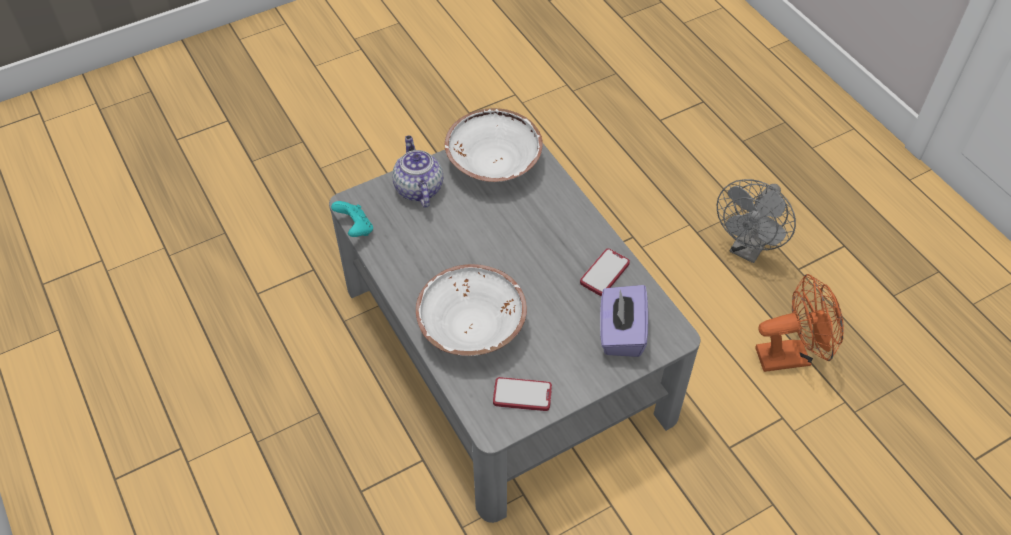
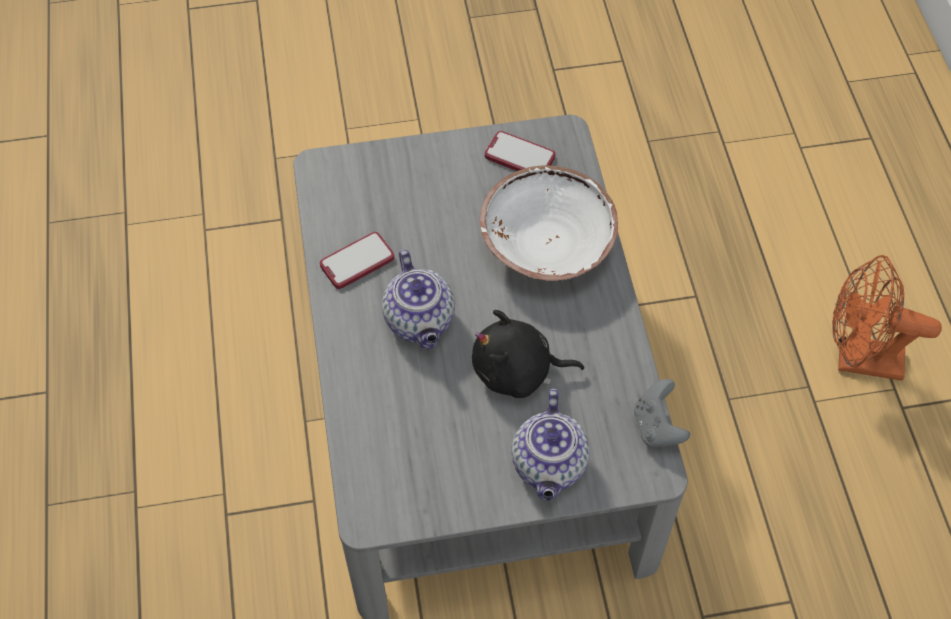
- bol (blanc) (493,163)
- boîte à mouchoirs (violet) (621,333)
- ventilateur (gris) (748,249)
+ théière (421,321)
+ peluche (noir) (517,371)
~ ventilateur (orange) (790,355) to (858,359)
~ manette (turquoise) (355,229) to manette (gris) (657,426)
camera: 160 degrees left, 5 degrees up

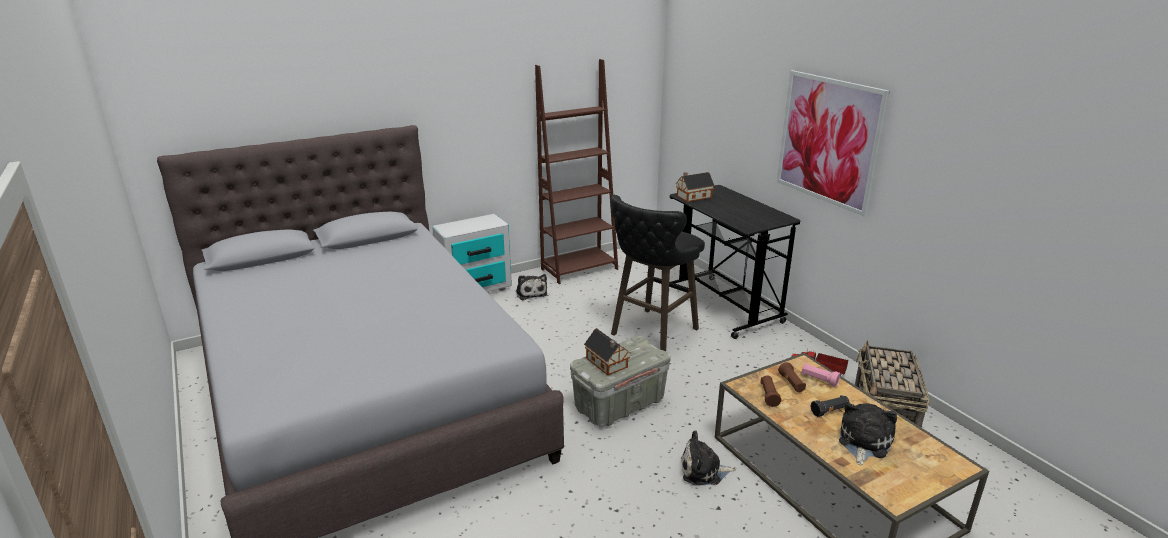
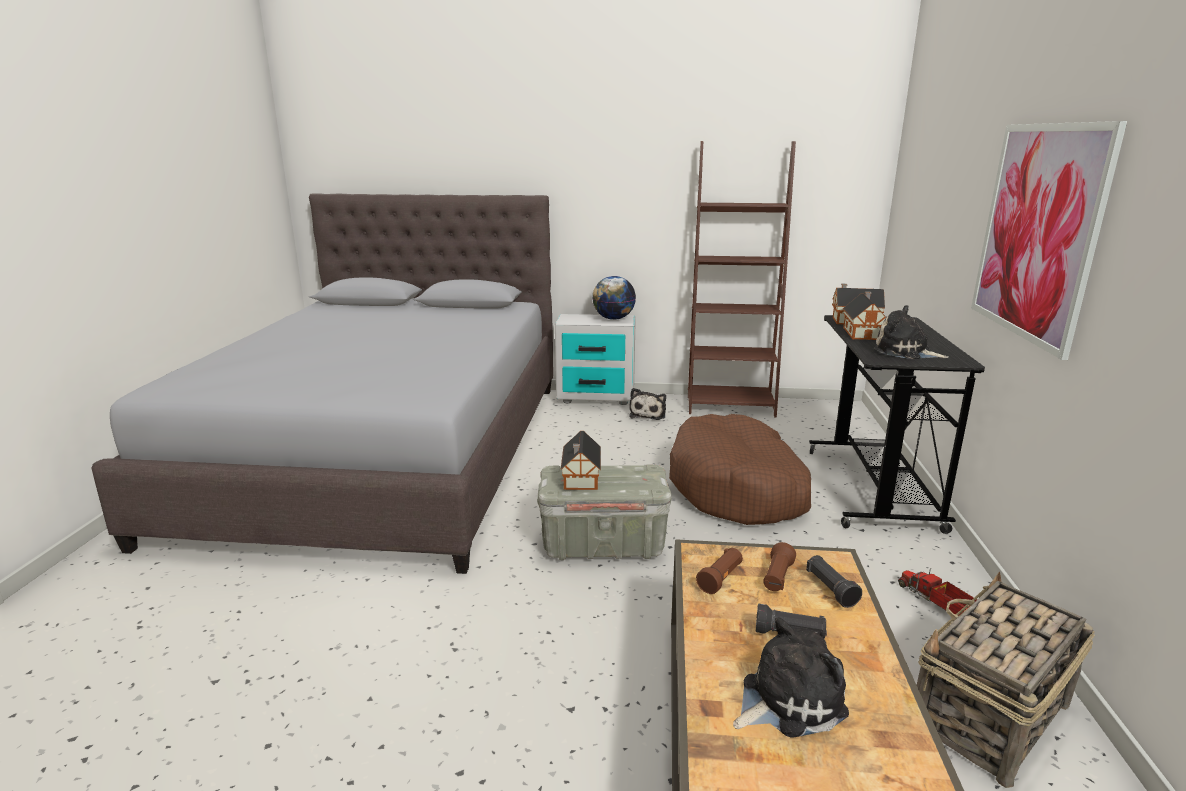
+ globe (613,319)
+ maison miniature (862,333)
~ peluche (703,471) to (905,352)
~ tabouret (noir) (652,333) to panier pour chien (marron) (737,488)
~ lampe de poche (rose) (819,380) to lampe de poche (noir) (830,589)
camera: 35 degrees right, 5 degrees down

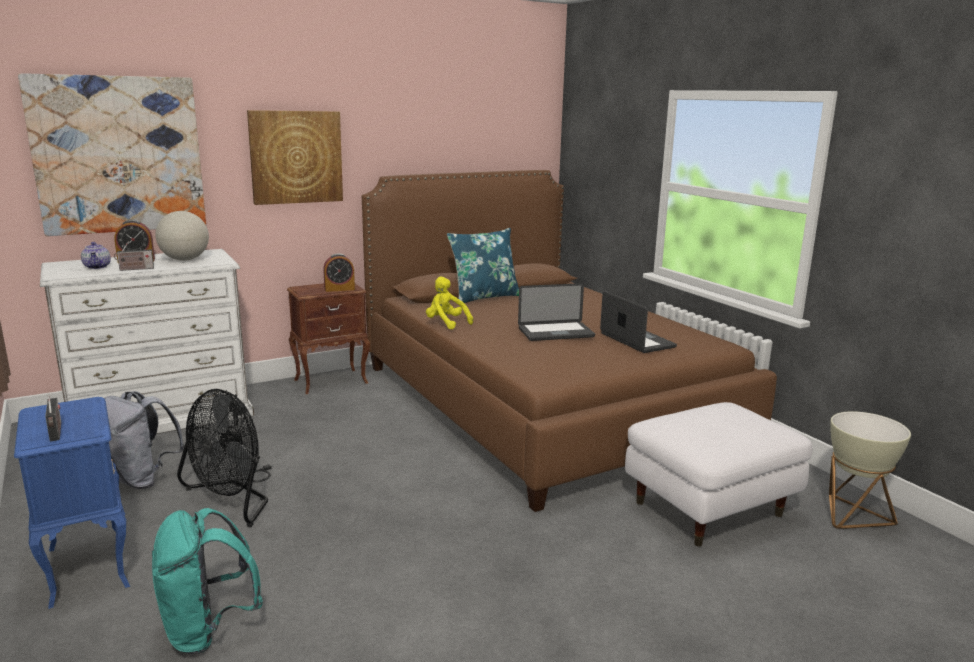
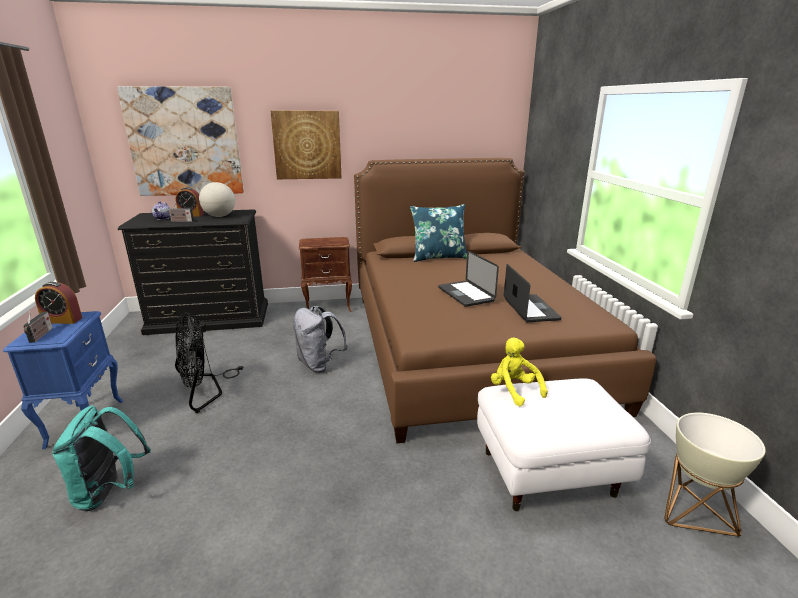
~ sac à dos (gris) (142,479) to (319,365)
~ réveil (339,289) to (62,320)
~ peluche (jaune) (446,323) to (514,390)
~ commode (blanc) (161,415) to commode (noir) (210,318)
~ ordinateur portable (556,333) = (465,294) 60 degrees clockwise
camera: 20 degrees right, 5 degrees up

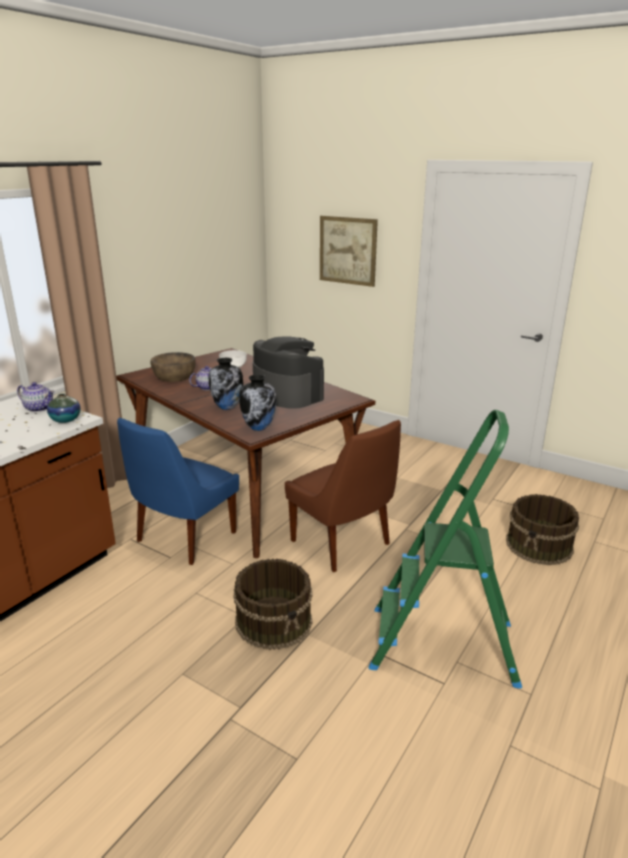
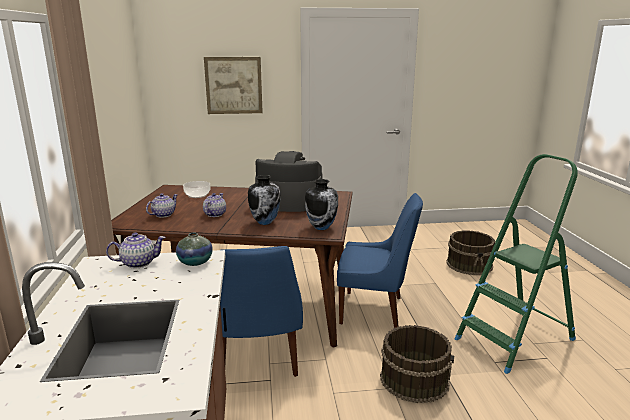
~ bol (marron) (174,376) to théière (163,215)
~ chaise (marron) (343,544) to chaise (bleu) (374,311)
camera: 40 degrees left, 5 degrees down

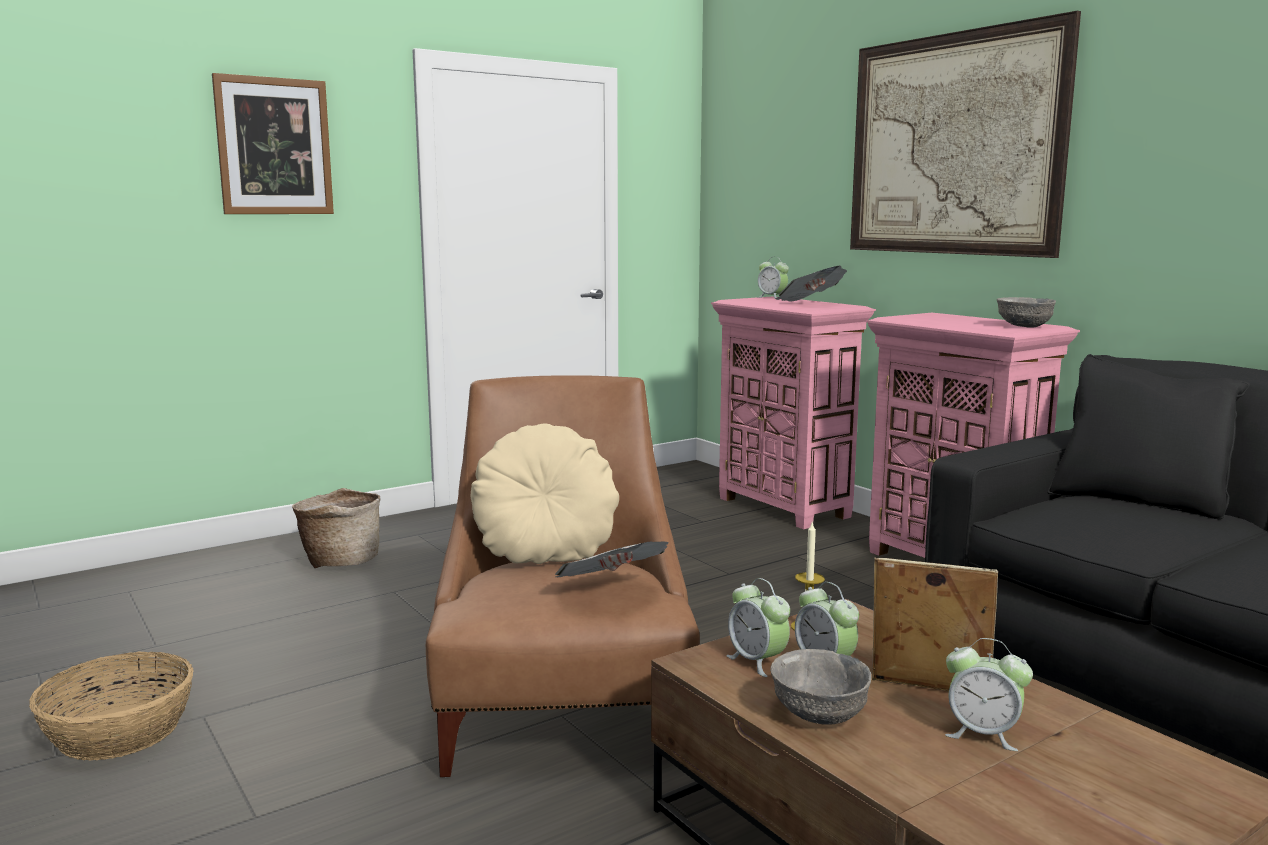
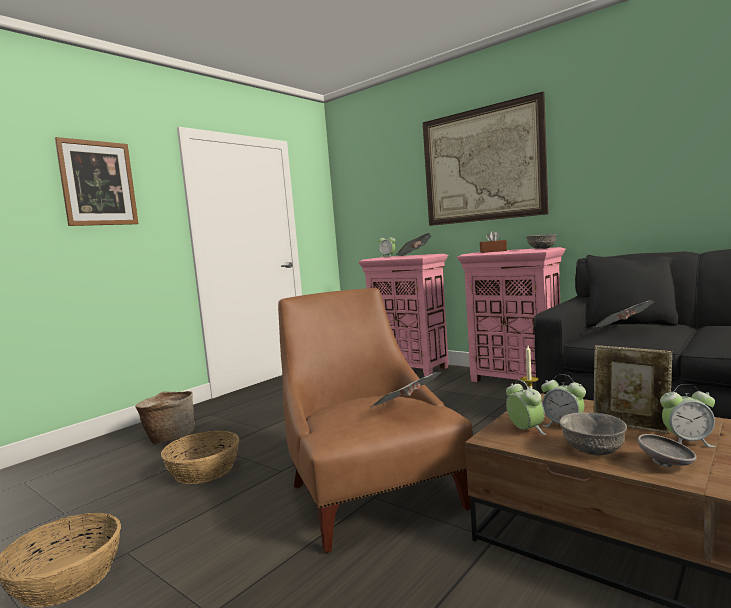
- coussin (beige) (546,557)
+ panier (204,470)
+ boîte à mouchoirs (marron) (493,251)
+ journal (622,330)
+ bol (gris) (667,465)
~ réveil (757,662) = (525,431) 150 degrees counterclockwise
~ cadre photo (928,690) = (631,427) 150 degrees counterclockwise
camera: 15 degrees left, 5 degrees down

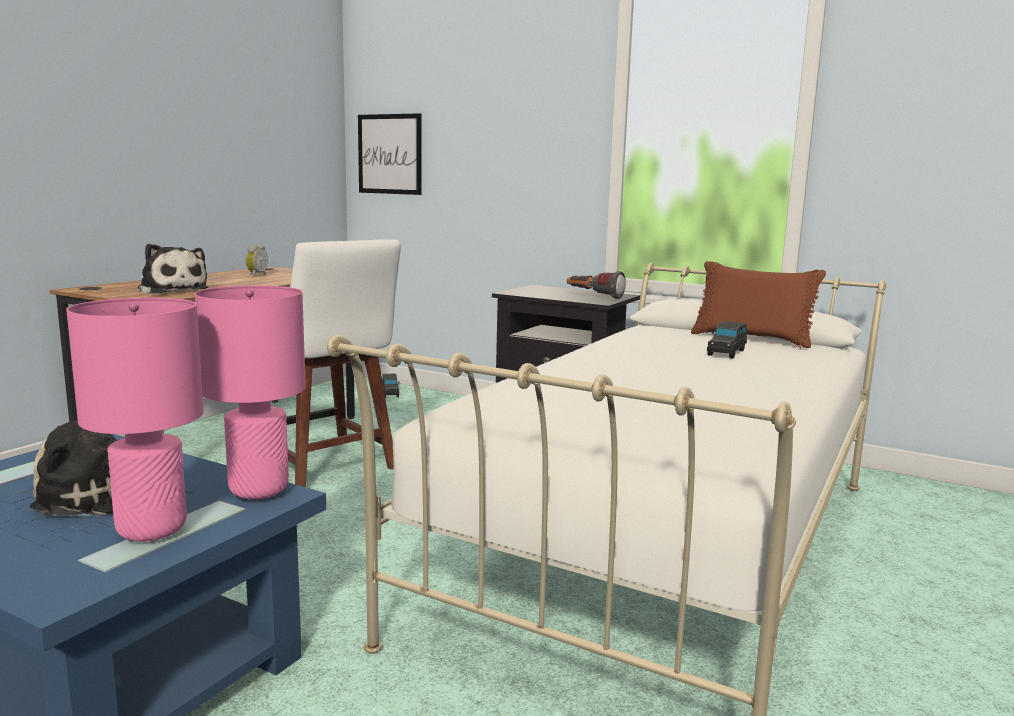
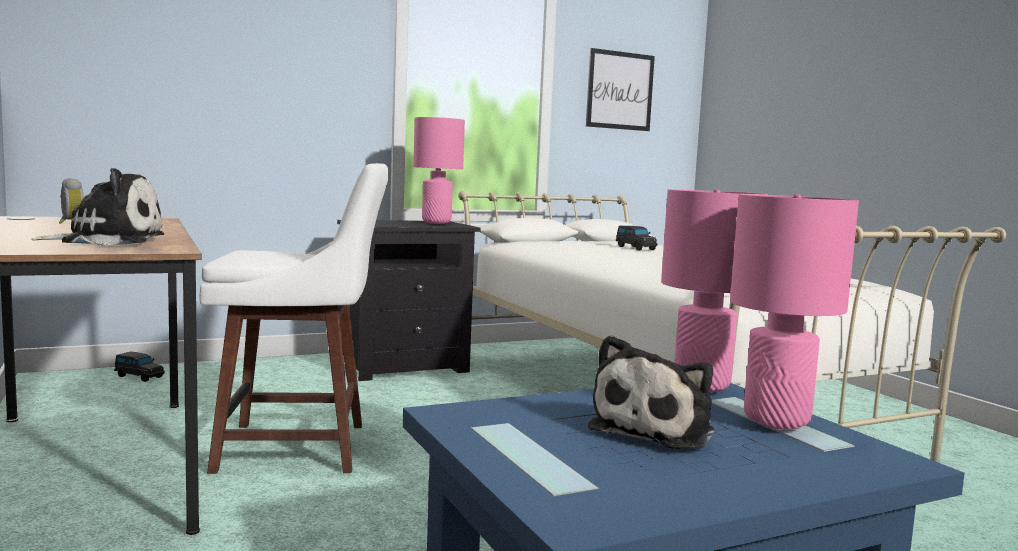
- coussin (marron) (751,339)
~ tableau (390,154) to (619,90)
~ lampe de poche (594,296) to lampe de table (rose) (436,223)
camera: 55 degrees left, 5 degrees down

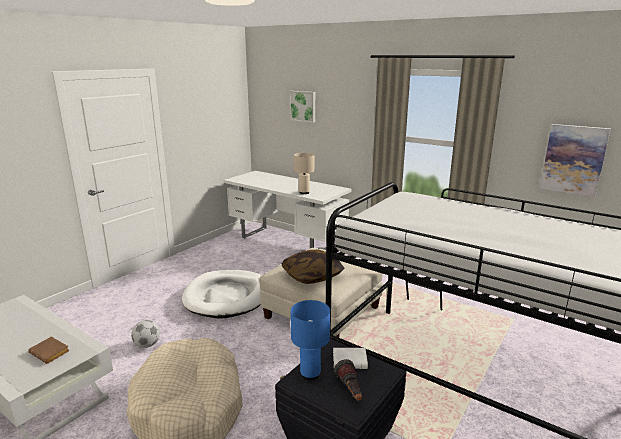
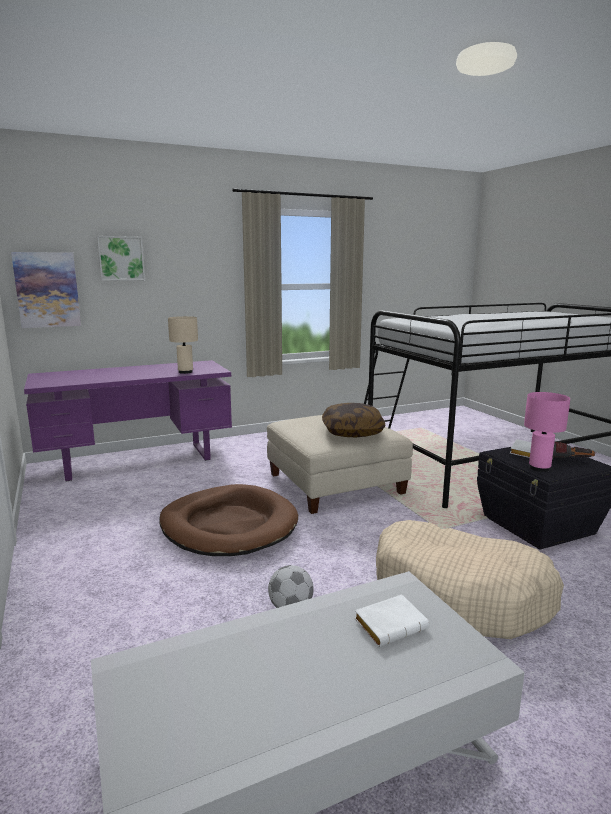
~ tableau (573,159) to (47,290)
~ livre (marron) (51,353) to livre (blanc) (391,624)
~ panier pour chien (blanc) (226,296) to panier pour chien (marron) (228,525)
~ bureau (blanc) (287,242) to bureau (violet) (138,461)
~ lampe de table (bleu) (310,374) to lampe de table (rose) (540,468)
camera: 60 degrees left, 5 degrees down

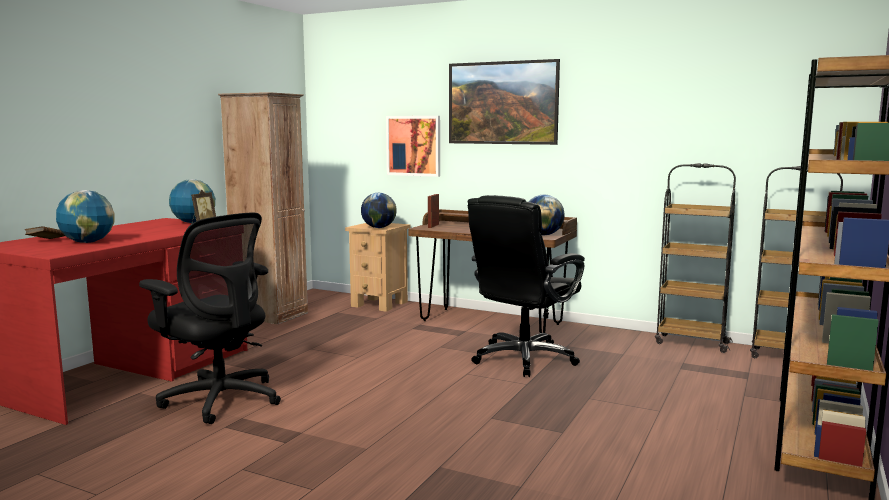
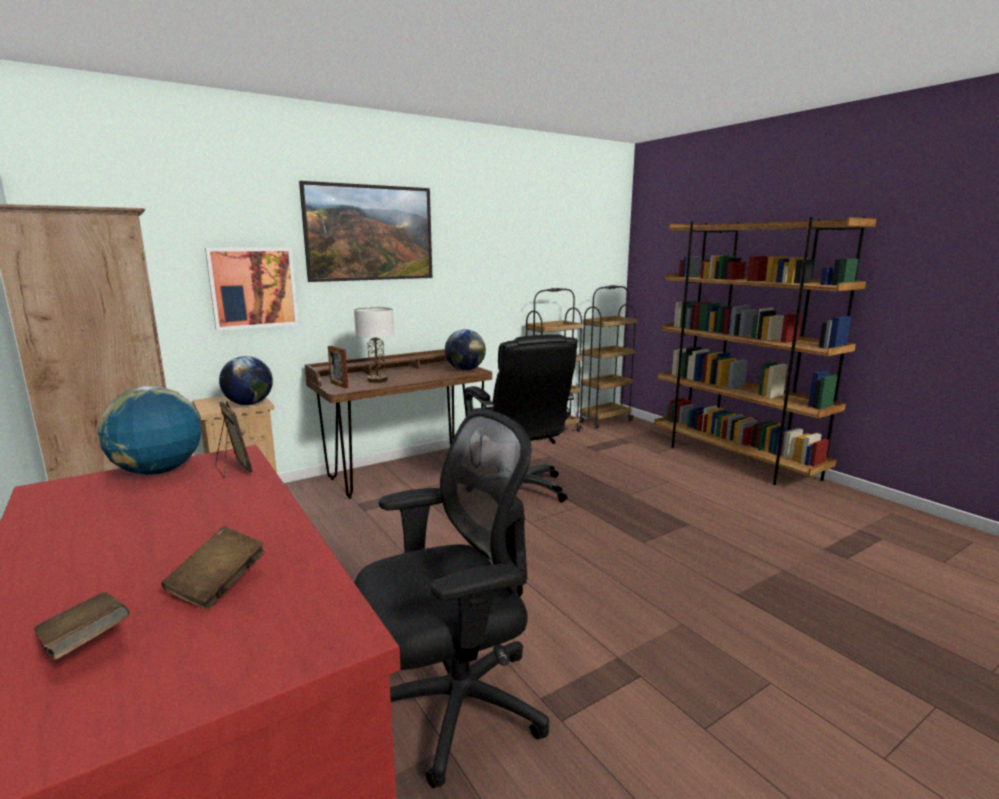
+ lampe de table (377,380)
~ globe (88,242) to livre (marron) (218,585)
camera: 60 degrees left, 5 degrees up

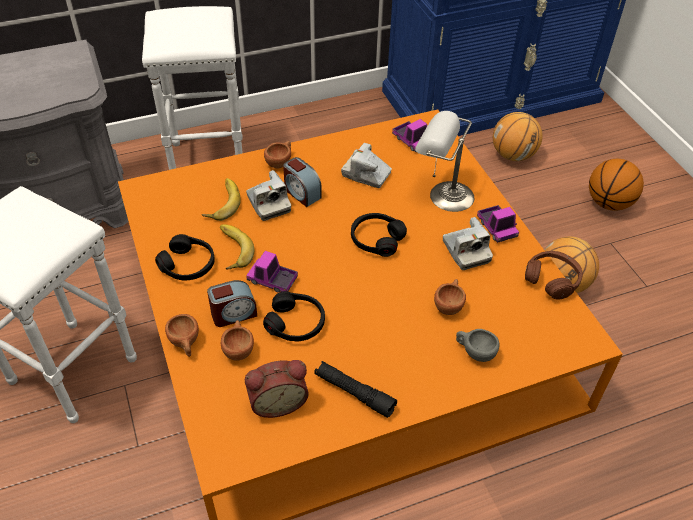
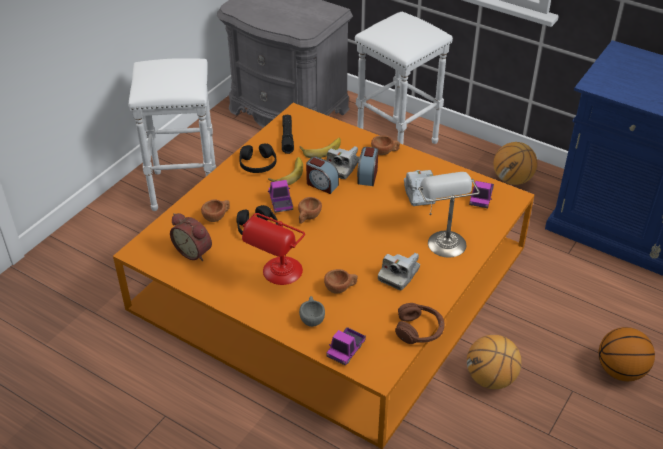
- casque audio (noir) (376,239)
+ lampe de table (rouge) (278,276)
~ tasse (marron) (185,343) to (308,218)
~ réveil (233,314) to (321,184)
~ lampe de poche (noir) (354,393) to (287,137)
~ camion jouet (496,228) to (346,350)
~ ballon de basket (513,155) to (512,180)
camera: 55 degrees right, 5 degrees down

